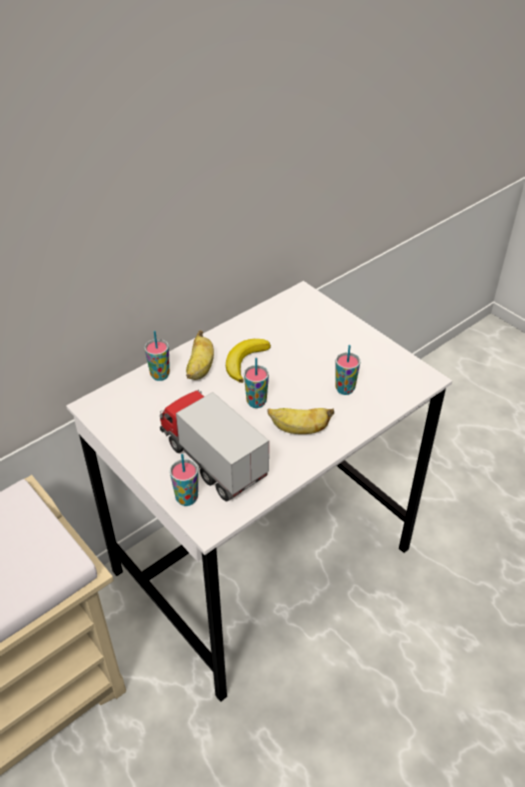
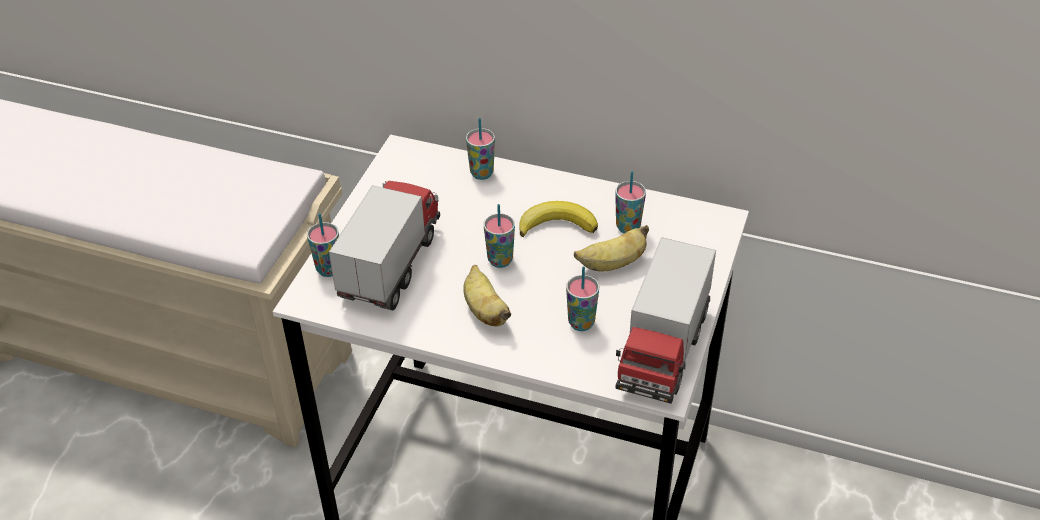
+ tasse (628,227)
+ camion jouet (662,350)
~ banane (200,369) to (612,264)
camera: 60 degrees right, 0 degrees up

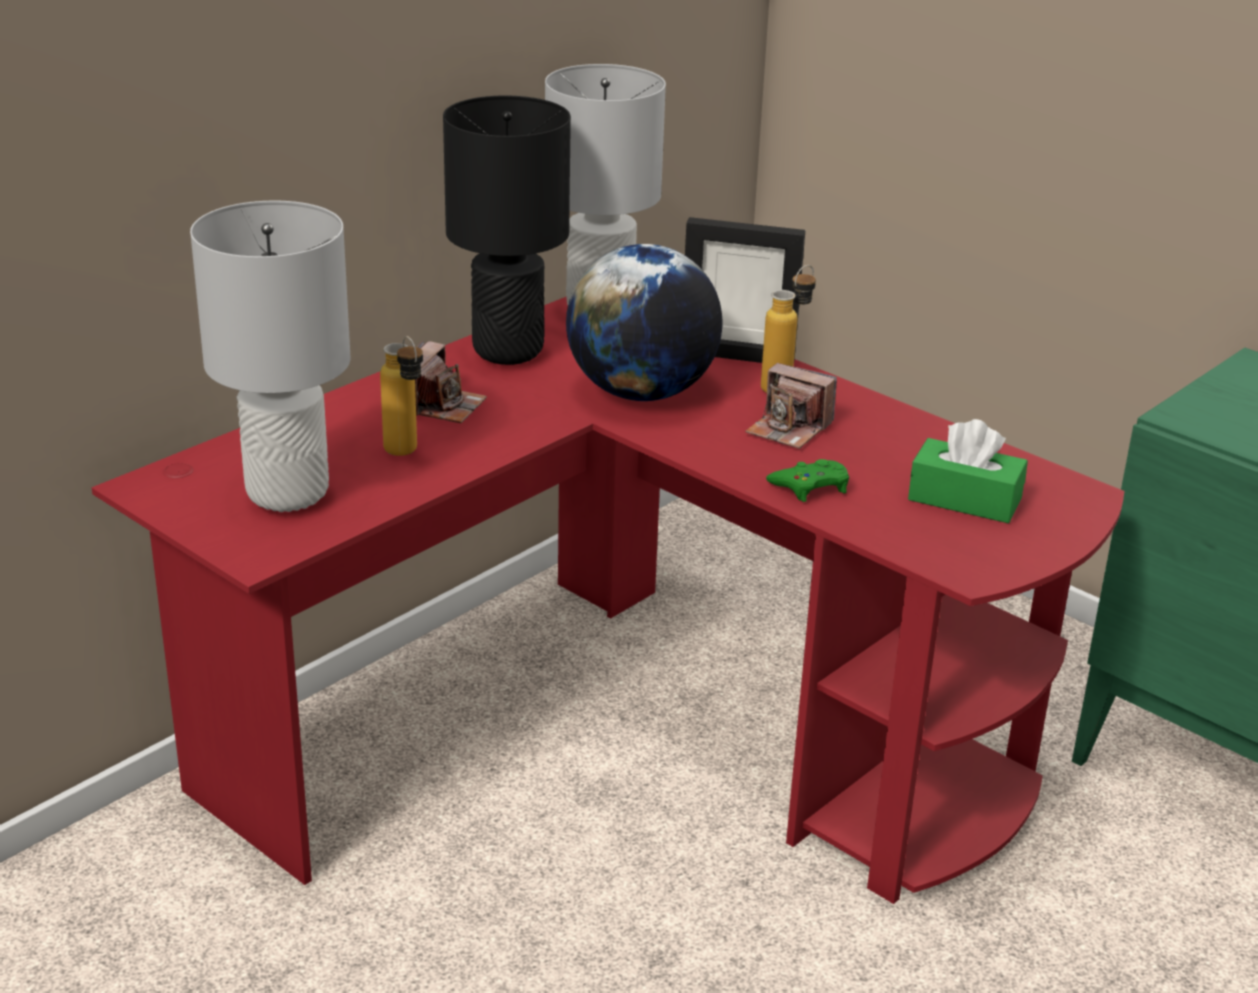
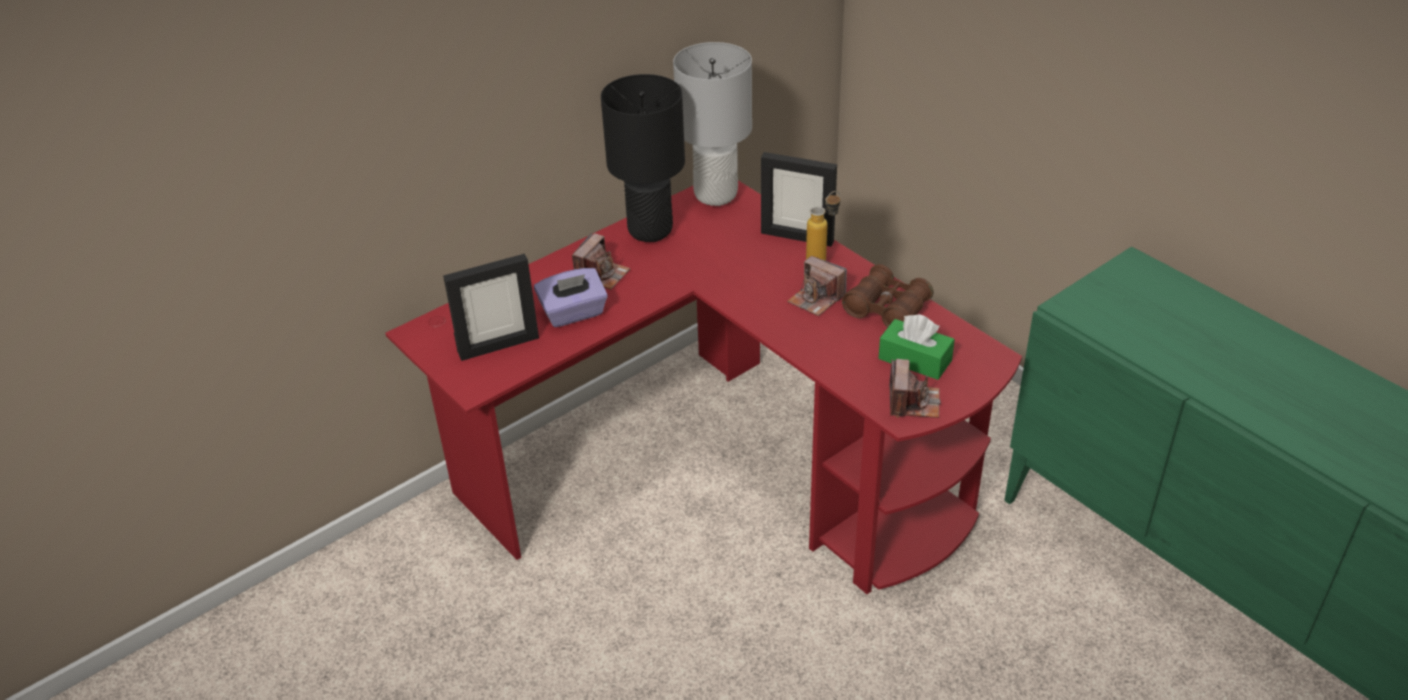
- globe (642,392)
- manette (vert) (811,486)
+ jumelles (marron) (887,309)
+ appareil photo (913,402)
~ lampe de table (gris) (288,498) to cadre photo (498,345)
~ bouteille (406,455) to boîte à mouchoirs (violet) (573,313)
camera: 10 degrees right, 10 degrees up

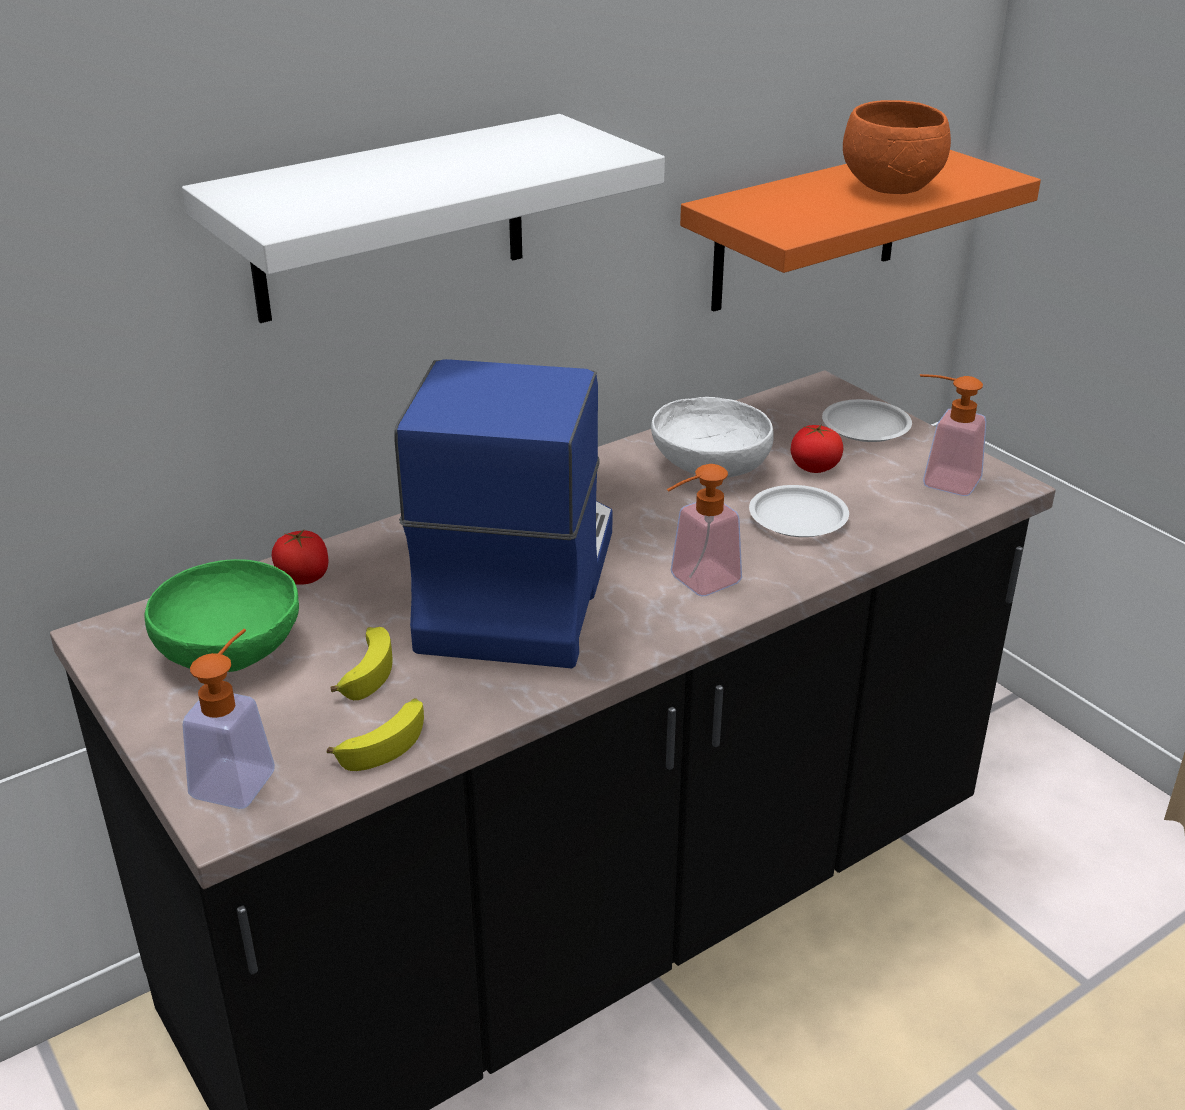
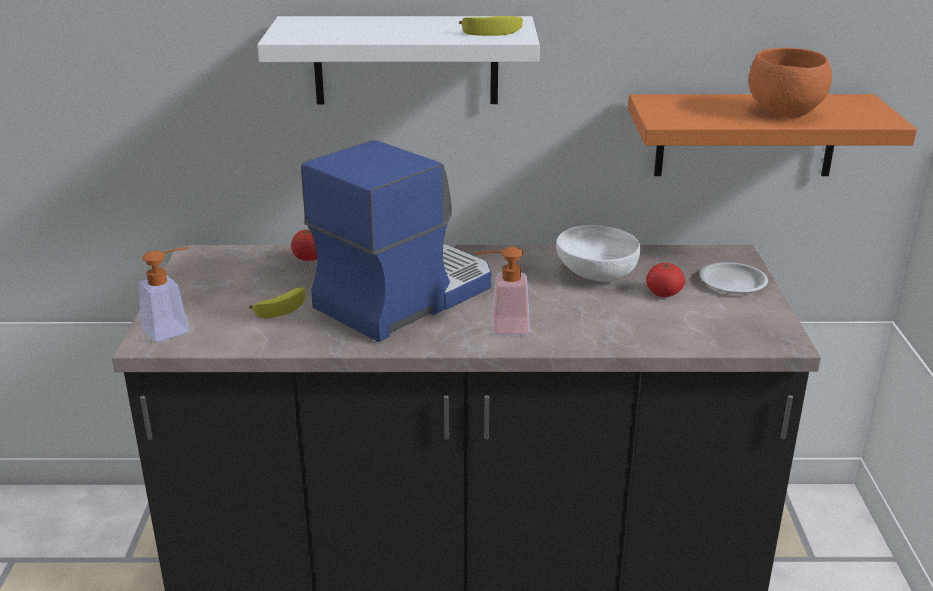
- bol (vert) (232,650)
- assiette (blanc) (798,517)
- distributeur de savon (940,480)
~ banane (384,742) to (494,31)
camera: 35 degrees right, 5 degrees down

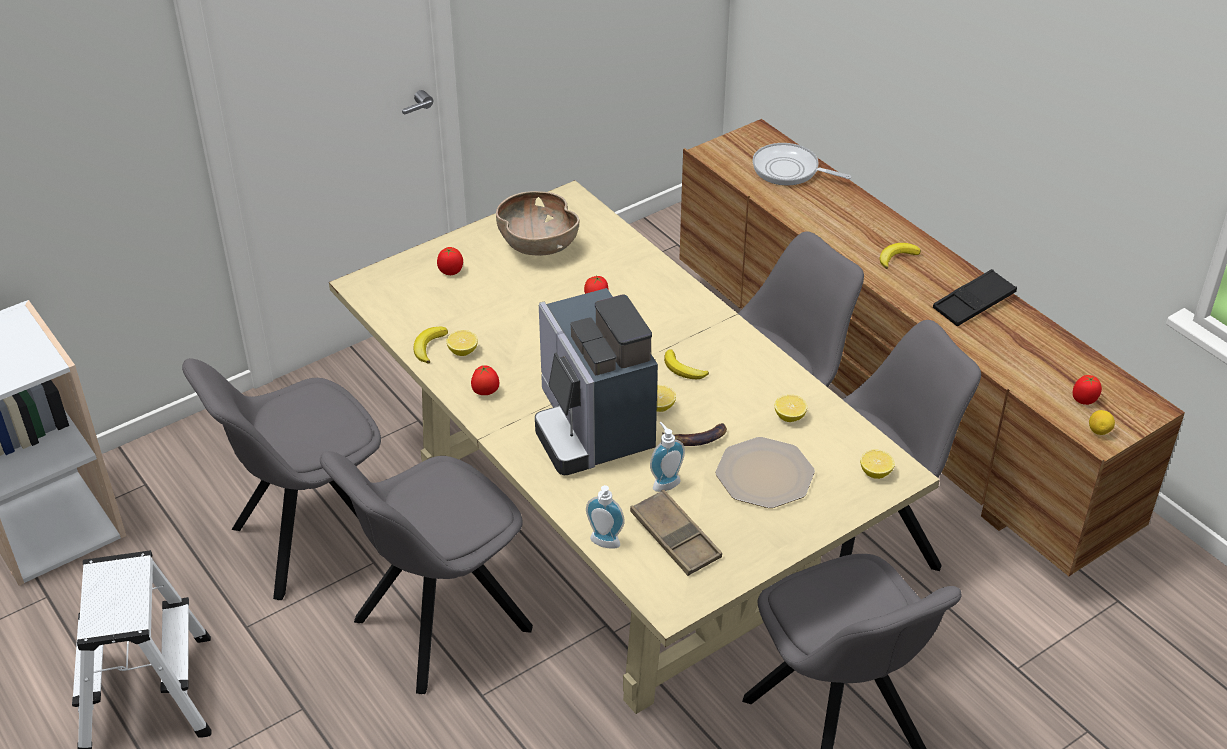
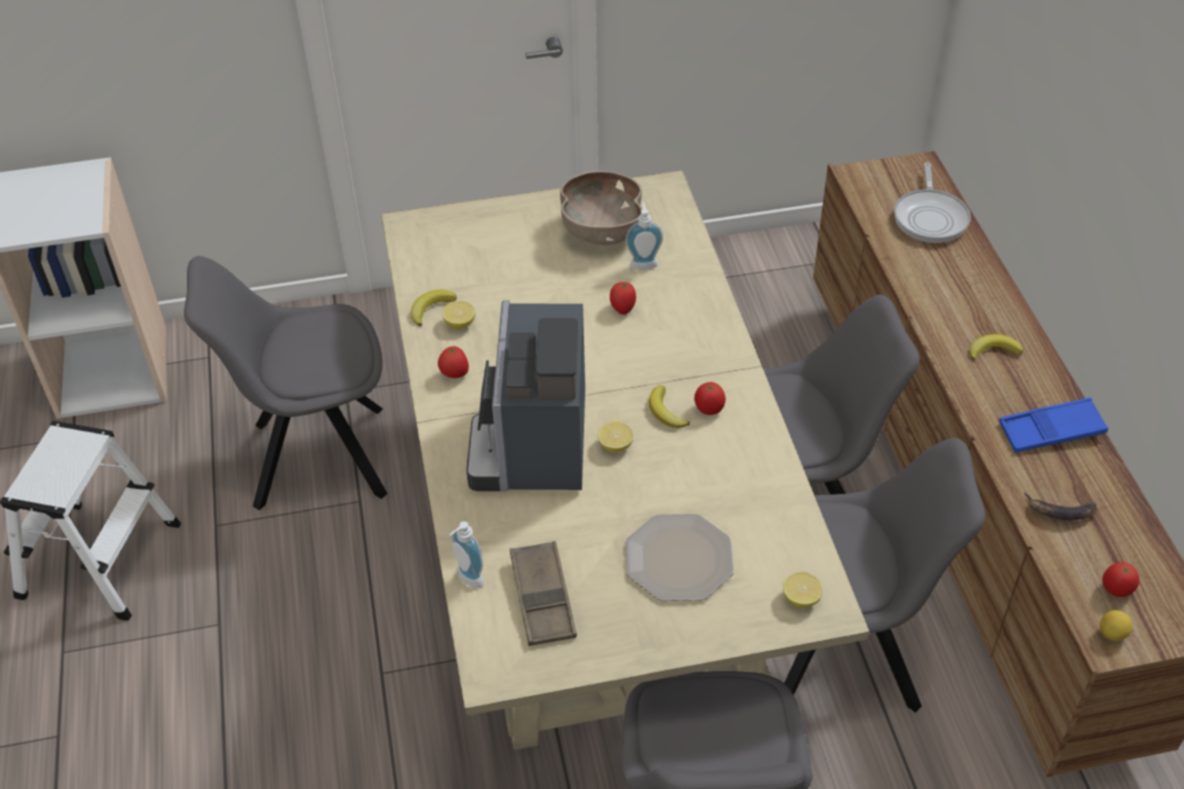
- chaise (gris) (440,624)
- citron (789,417)
~ tomate (450,272) to (709,409)
~ distributeur de savon (664,482) to (643,263)
~ banane (696,439) to (1060,511)
~ plateau (noir) (973,303) to plateau (bleu) (1051,431)
~ poêle (789,170) = (930,217) 135 degrees counterclockwise
camera: 25 degrees right, 5 degrees up

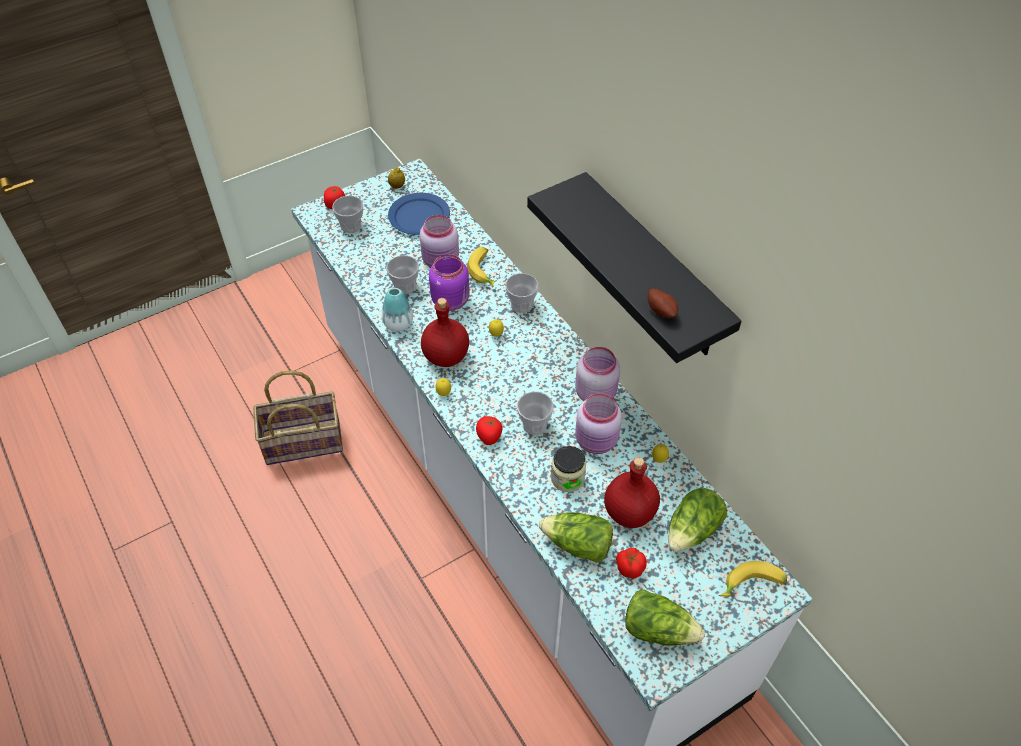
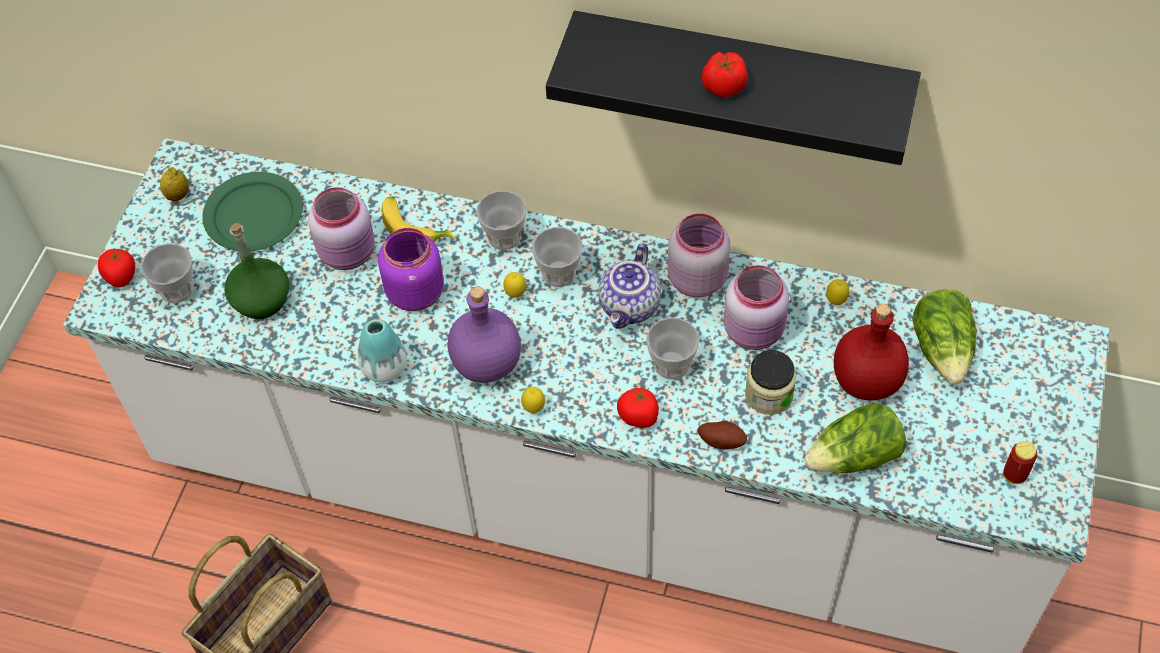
- banane (751,586)
+ bouteille (vert) (261,300)
+ théière (631,307)
~ tasse (405,286) to (559,273)
~ tomate (629,568) to (723,86)
~ pomme de terre (661,311) to (722,440)
~ laitue (658,629) to boîte métallique (1014,475)
~ assiette (bleu) (419,217) to assiette (vert) (254,215)
~ bouteille (rouge) (446,357) to bouteille (violet) (488,363)
camera: 40 degrees left, 5 degrees up

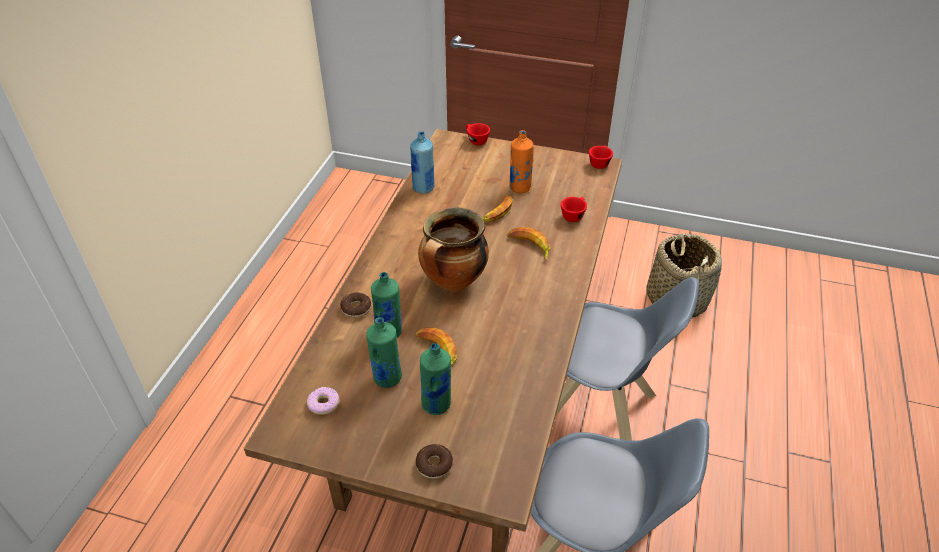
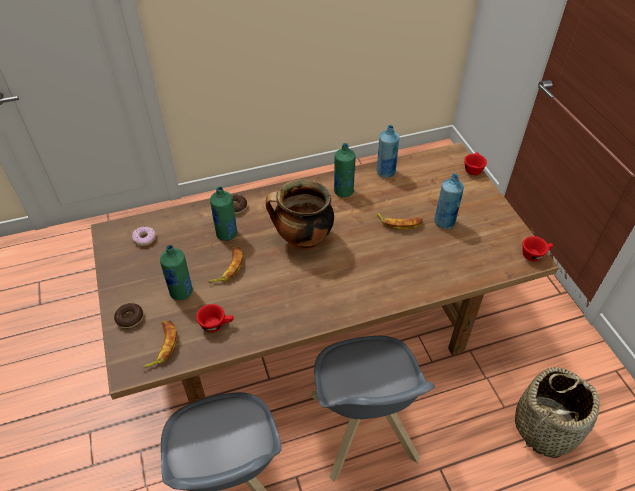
~ bouteille (vert) (387,378) to (343,191)
~ banane (529,246) to (162,345)
~ tasse (rouge) (573,215) to (216,324)
~ bouteille (orange) (520,187) to bouteille (bleu) (444,222)
camera: 55 degrees right, 5 degrees up

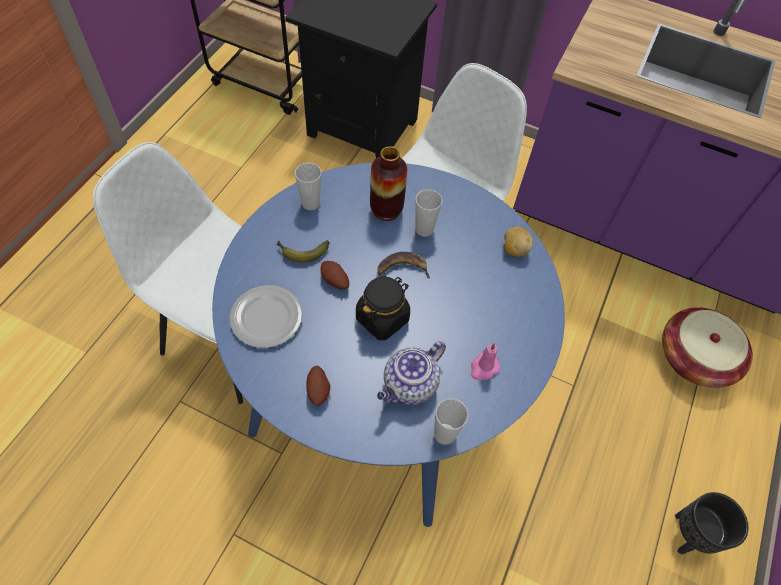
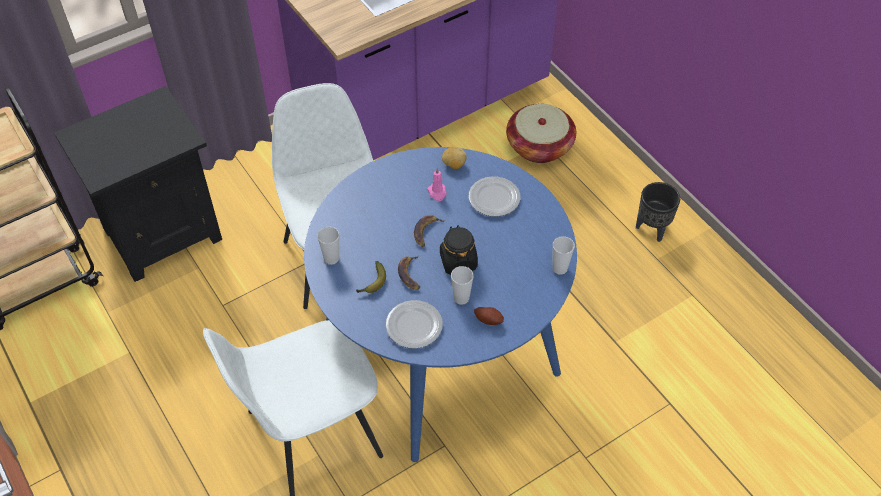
- vase (386,210)
- théière (409,386)
+ assiette (494,198)
~ tasse (424,229) to (461,298)
~ bougie (rose) (483,368) to (437,193)
~ pomme de terre (334,281) to banane (410,274)
camera: 55 degrees left, 5 degrees down

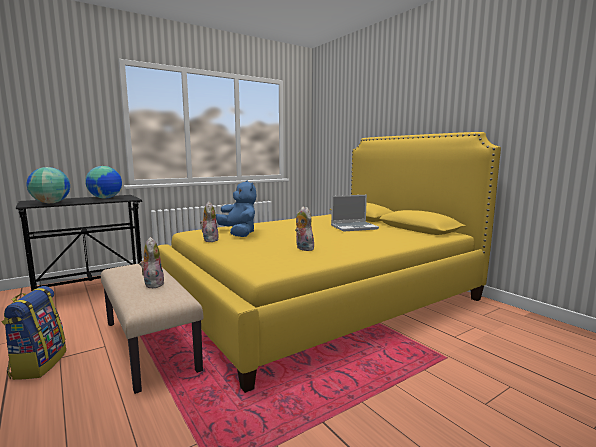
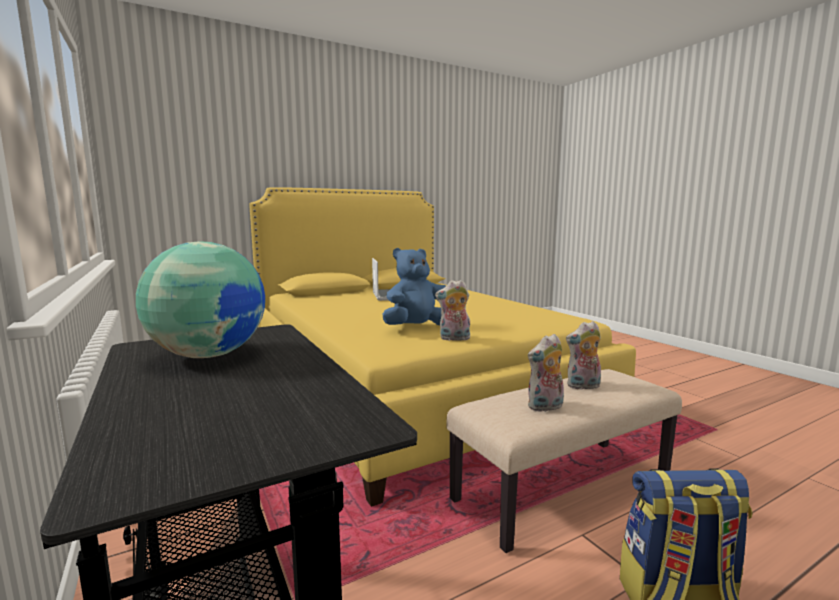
- globe (50,203)
~ peluche (303,248) to (545,407)
camera: 85 degrees left, 0 degrees up

